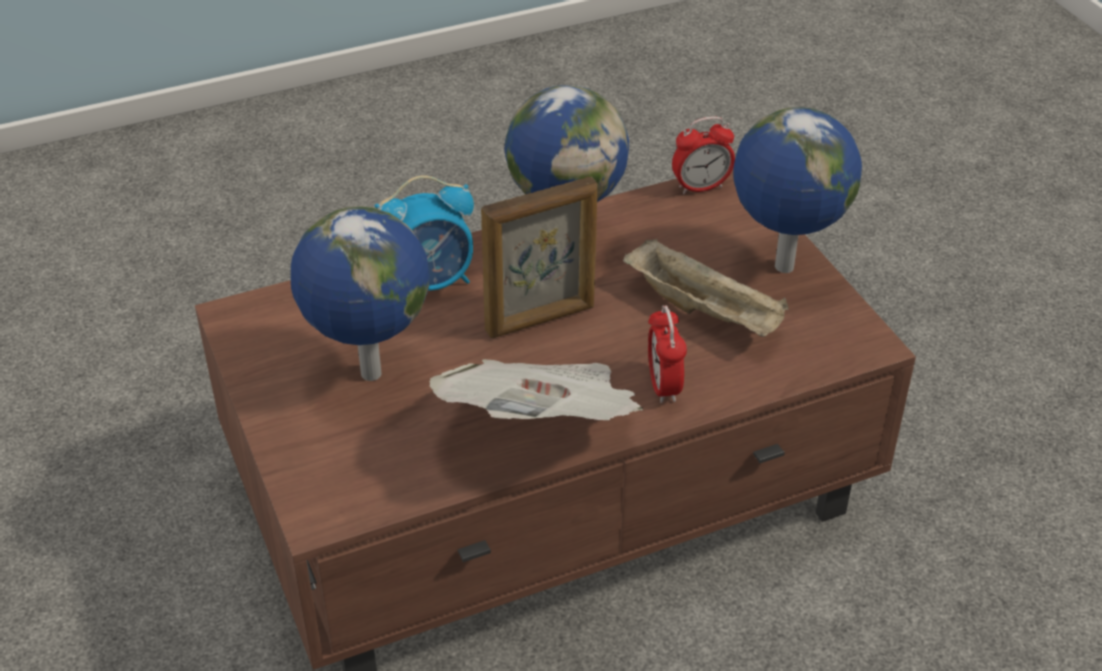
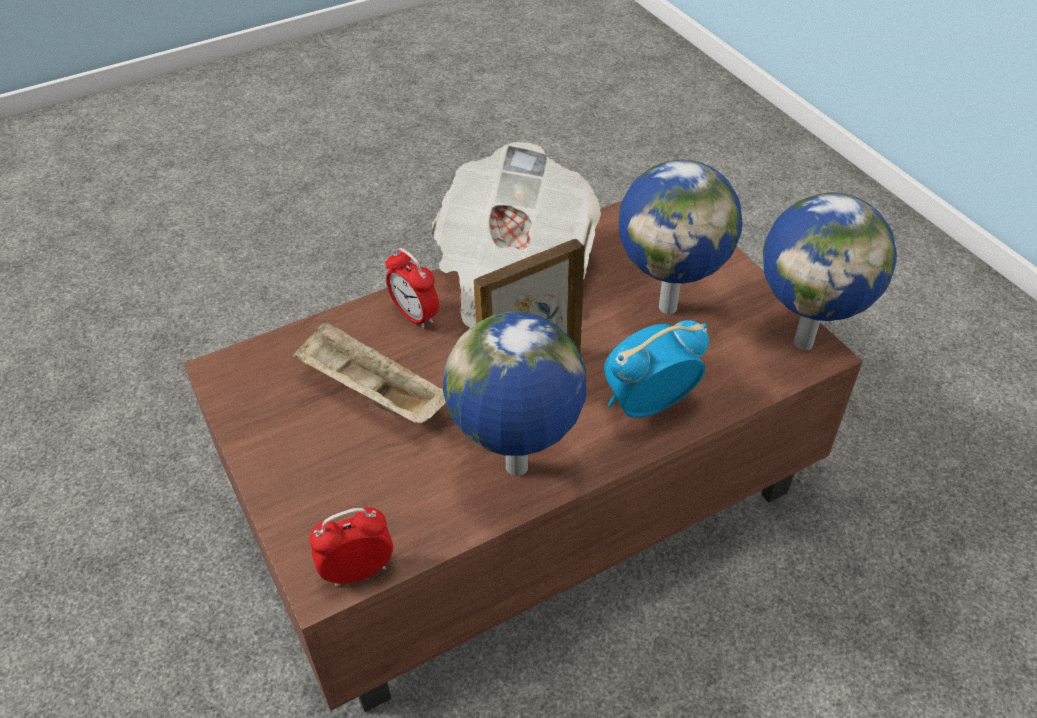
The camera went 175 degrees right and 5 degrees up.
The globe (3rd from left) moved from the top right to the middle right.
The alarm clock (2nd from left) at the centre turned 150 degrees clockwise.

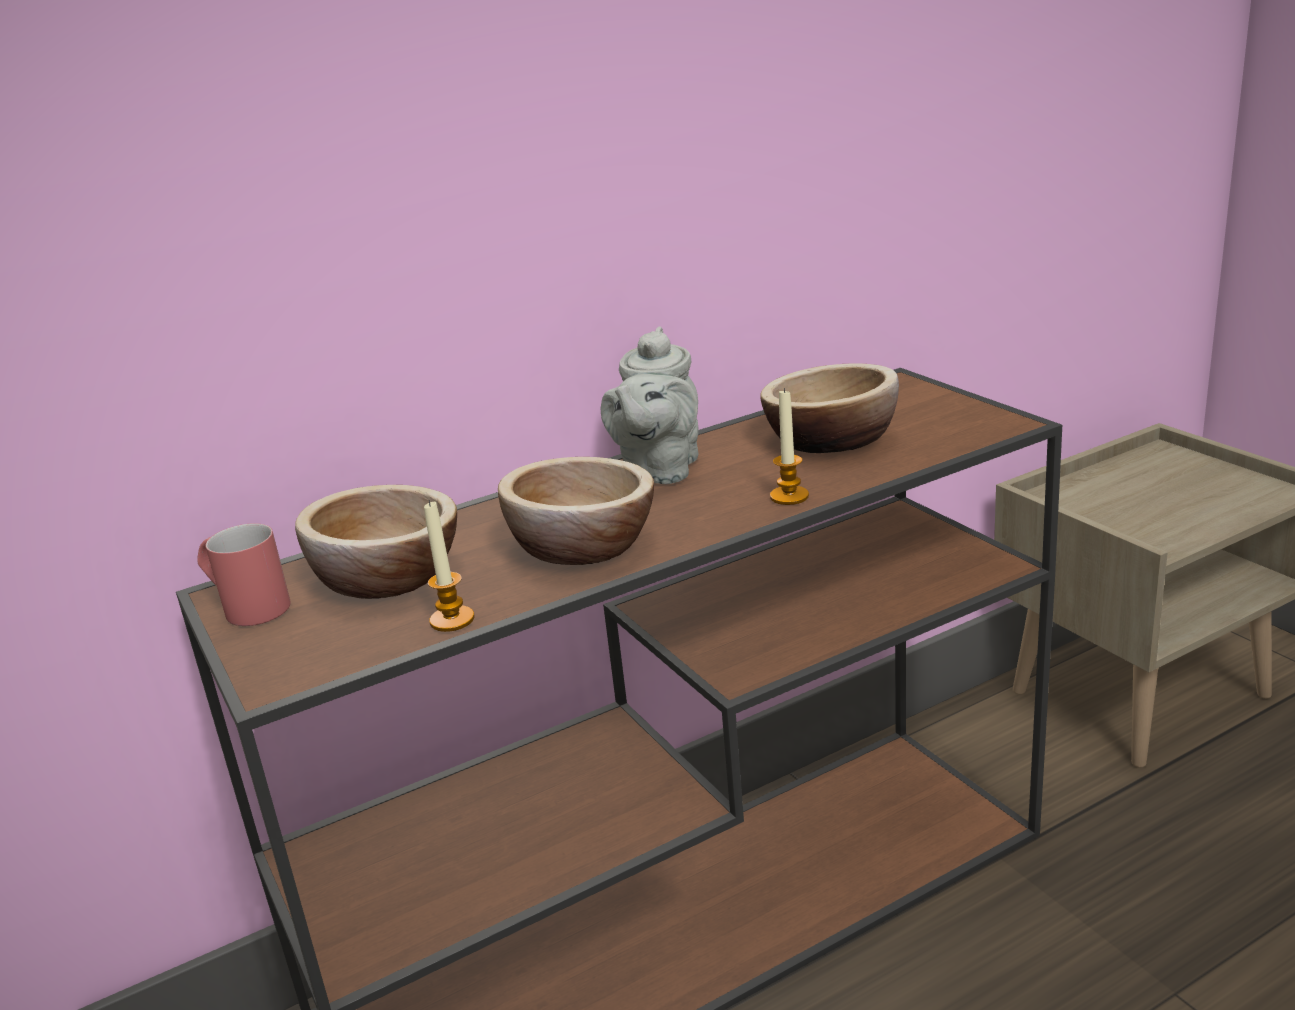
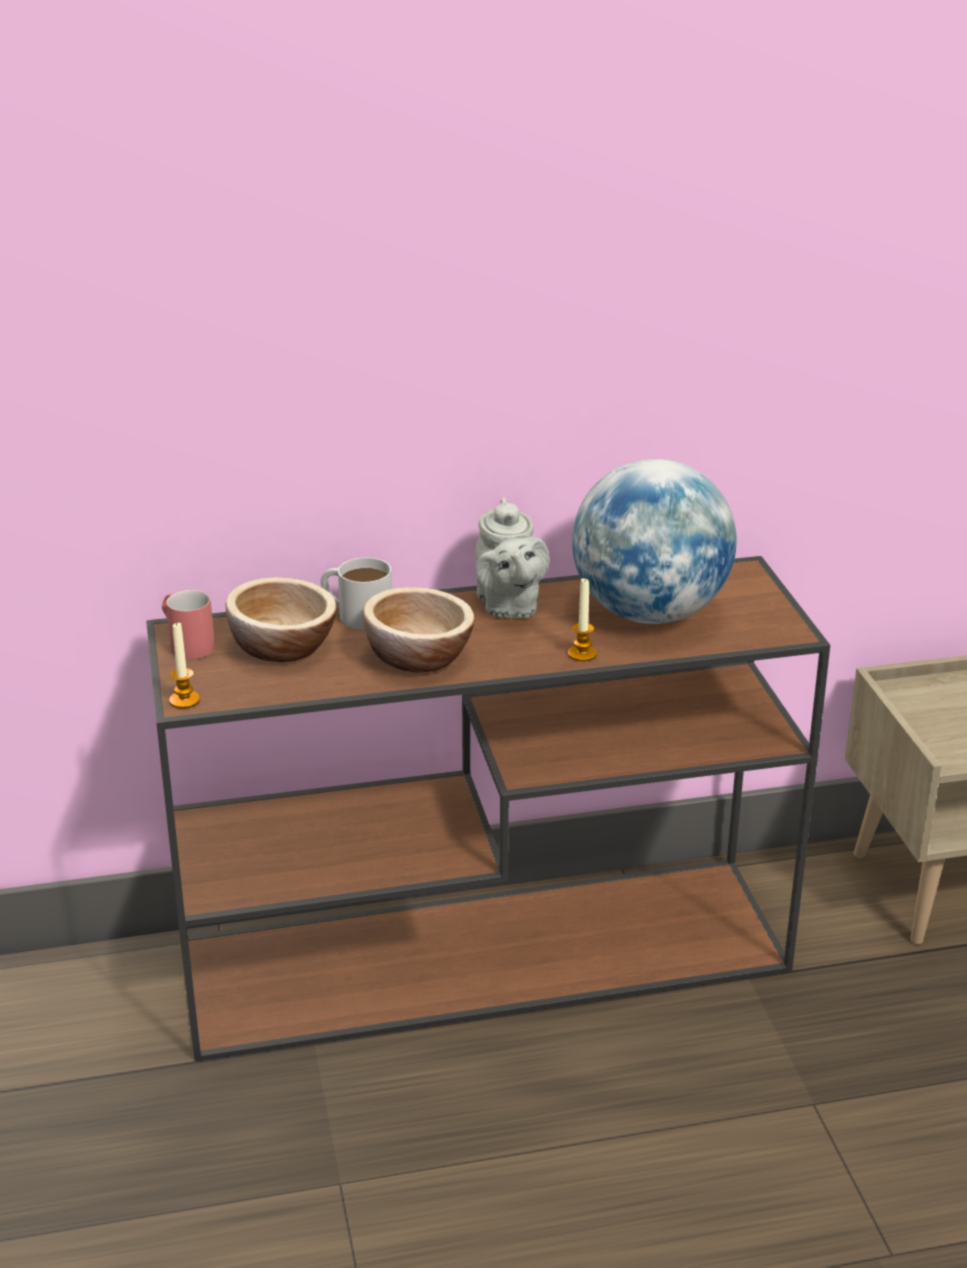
The camera went 15 degrees right and 5 degrees up.
The mug (white) at the centre appeared.
The candle (1st from left) moved from the centre to the middle left.
The bowl (3rd from left) at the centre was replaced by the globe at the middle right.
The teapot (grey) at the centre turned 45 degrees counterclockwise.

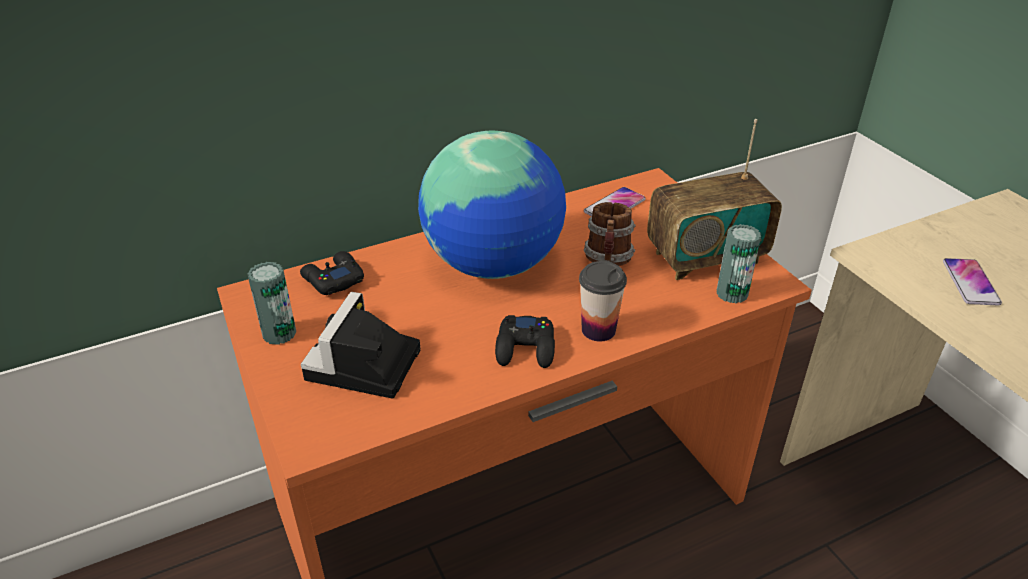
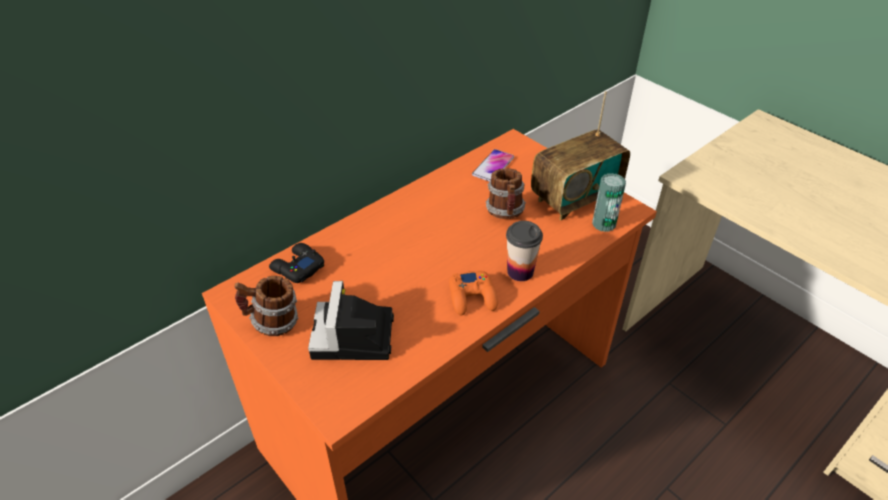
The camera went 15 degrees left and 5 degrees up.
The globe at the centre disappeared.
The phone (2nd from left) at the middle right disappeared.
The can (1st from left) at the middle left was replaced by the mug (1st from left) at the middle left.
The game controller (black) (2nd from left) at the centre became the game controller (orange) at the centre.

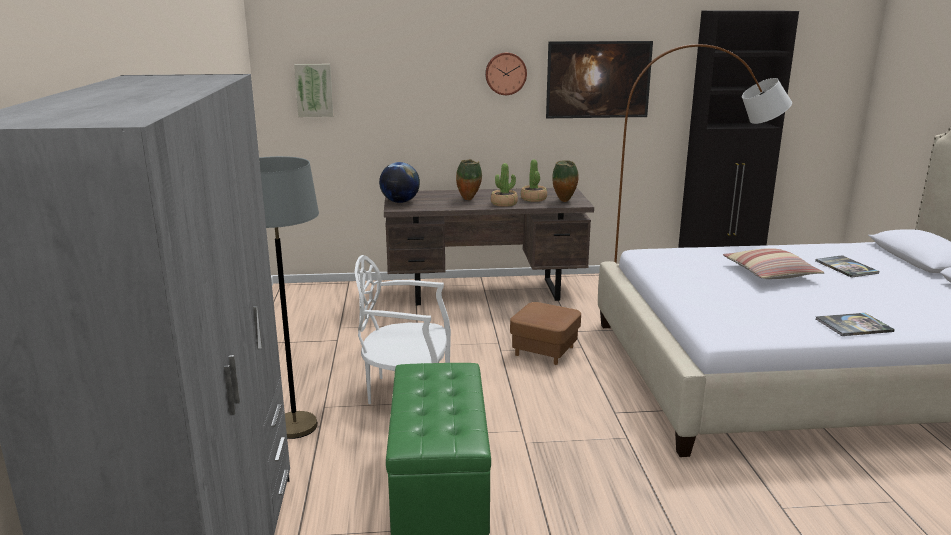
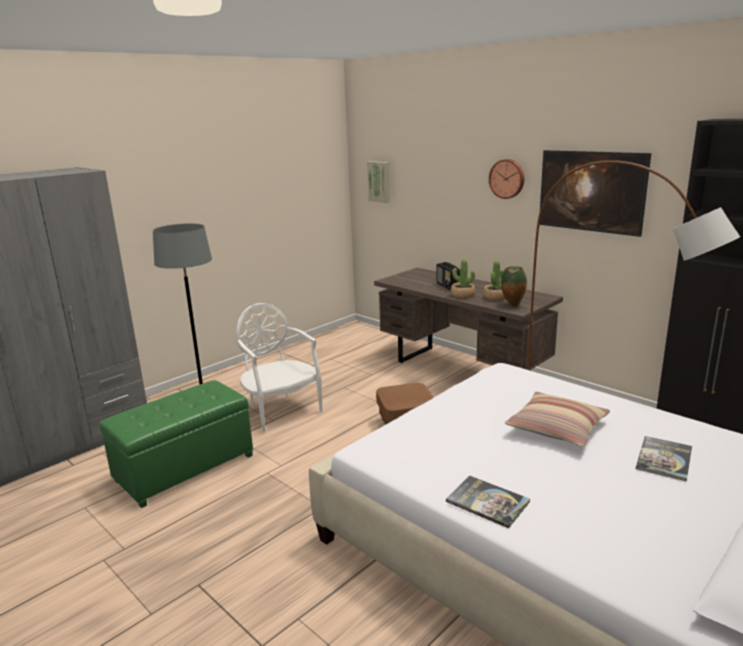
The camera went 50 degrees right and 0 degrees up.
The globe at the centre disappeared.
The vase (1st from left) at the centre was replaced by the radio at the centre.

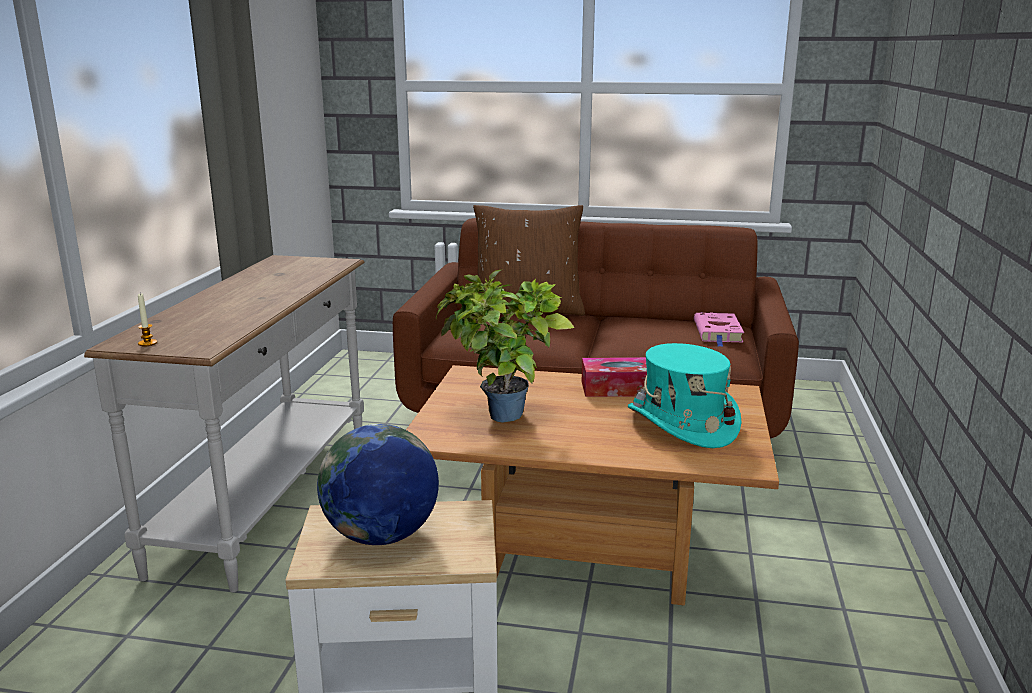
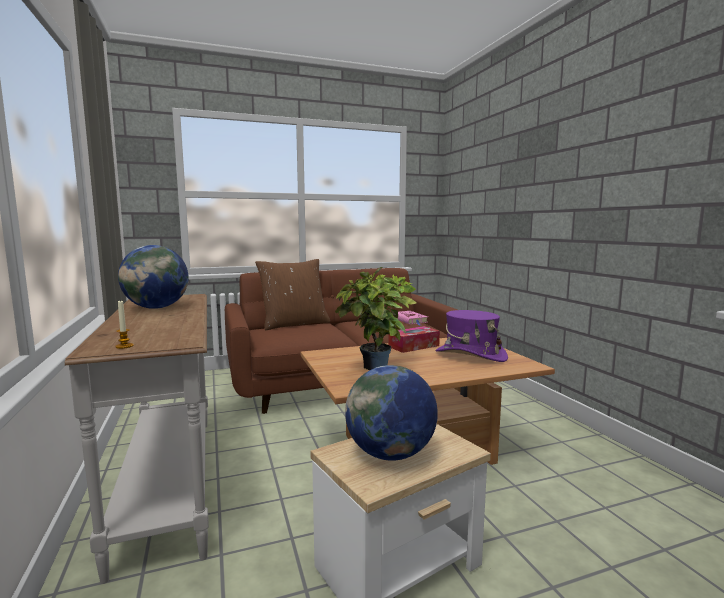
The camera went 30 degrees left and 10 degrees down.
The globe (1st from left) at the middle left appeared.
The hat (turquoise) at the centre became the hat (purple) at the centre.

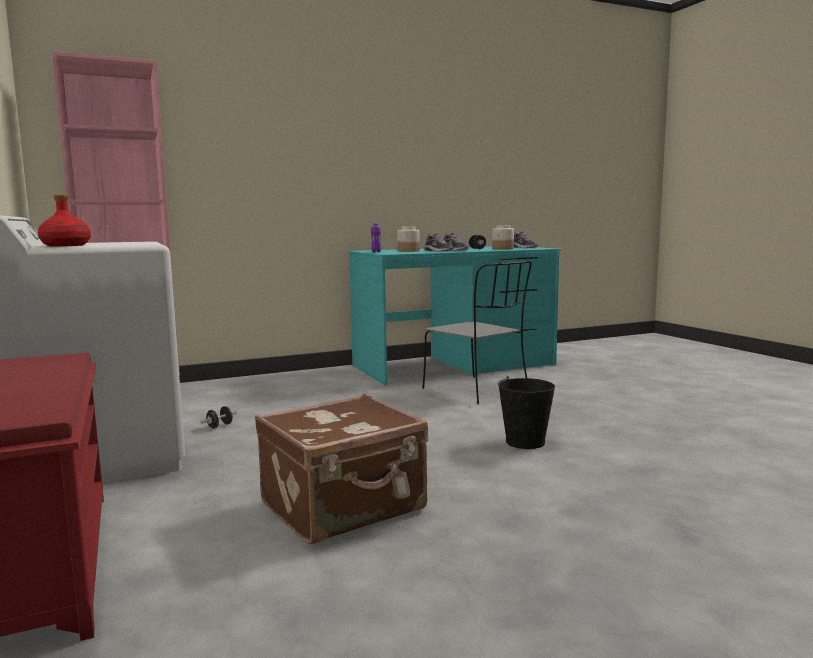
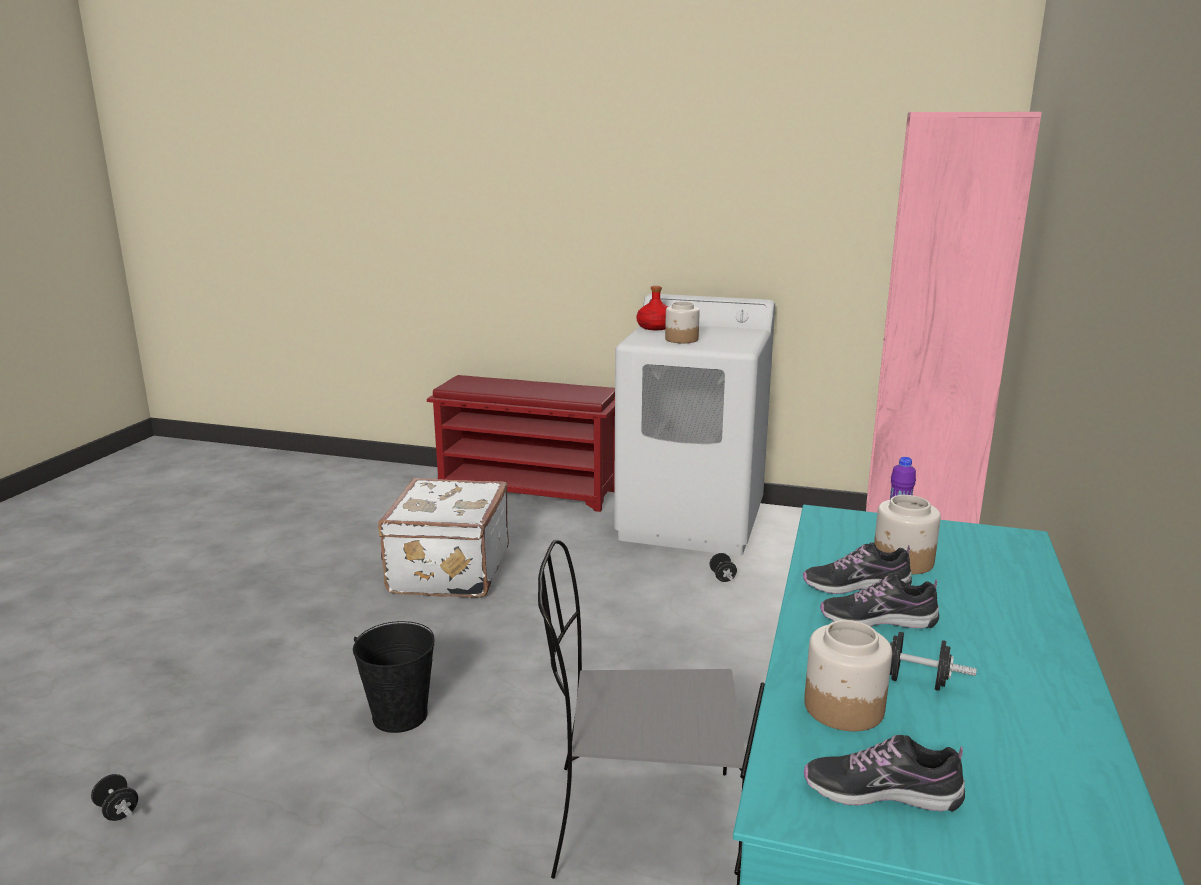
The camera went 130 degrees right and 10 degrees up.
The dumbbell (black) (1st from left) at the bottom left appeared.
The jar (1st from left) at the centre appeared.
The suitcase (brown) at the bottom centre became the suitcase (white) at the centre.

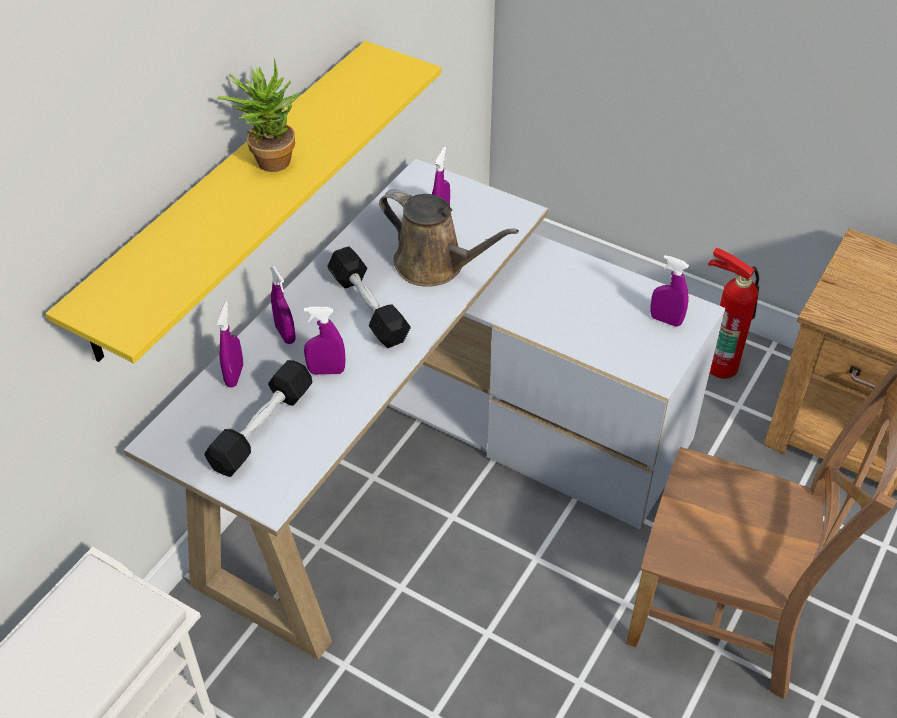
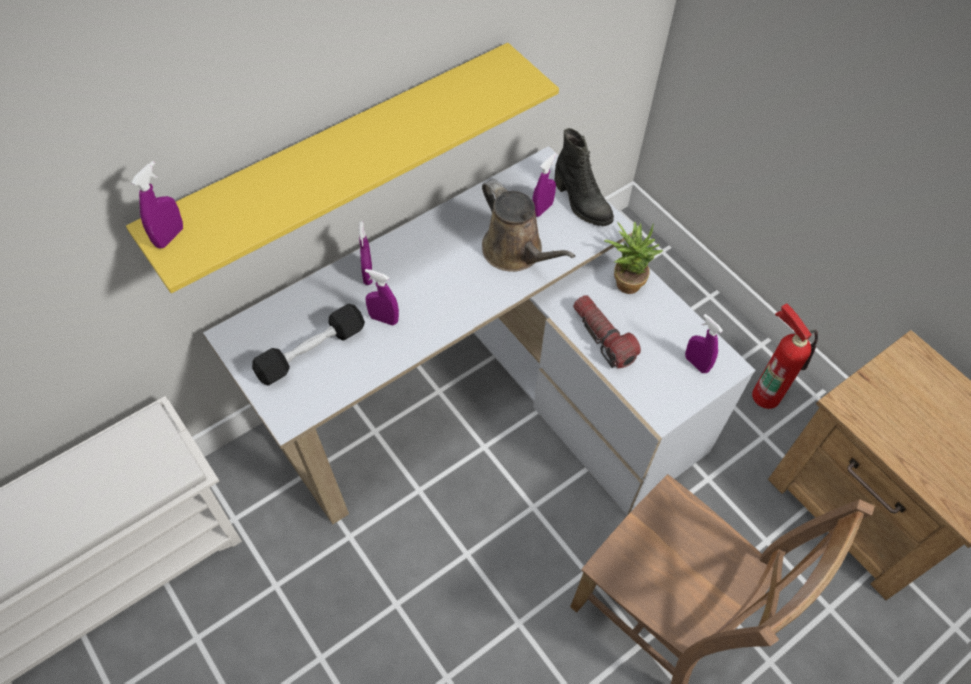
The camera went 20 degrees right and 10 degrees up.
The dumbbell (black) (2nd from left) at the centre disappeared.
The boot (black) at the top centre appeared.
The flashlight at the centre appeared.
The potted plant moved from the top left to the centre.
The spray bottle (purple) (1st from left) moved from the middle left to the top left.

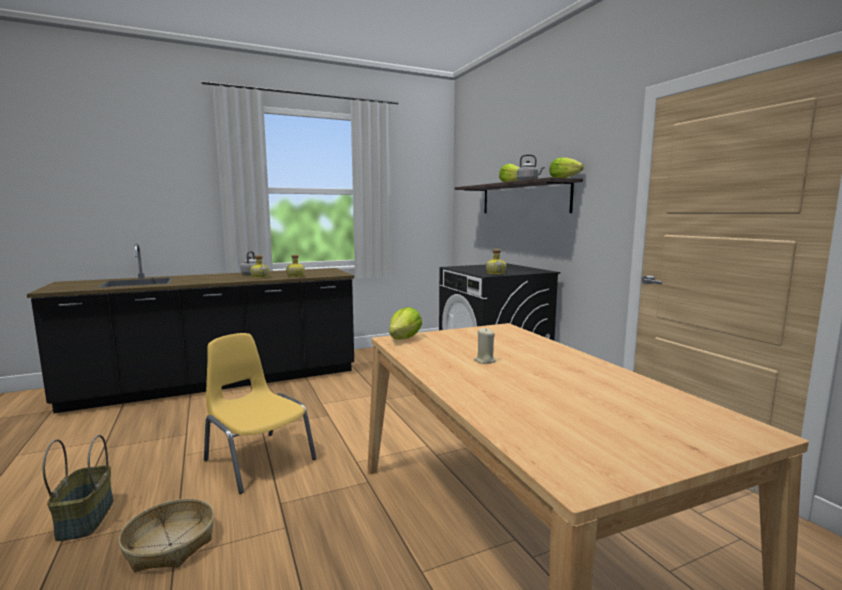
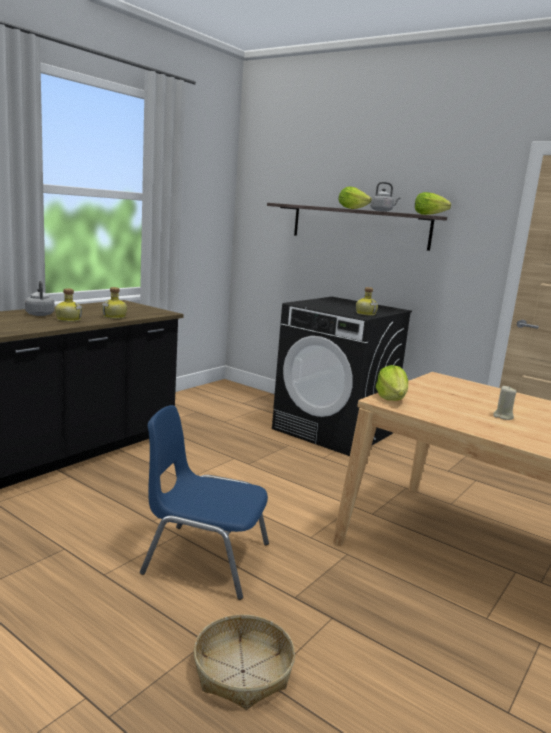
The camera went 30 degrees left and 5 degrees up.
The basket (1st from left) at the bottom left disappeared.
The chair (yellow) at the bottom left became the chair (blue) at the bottom centre.

